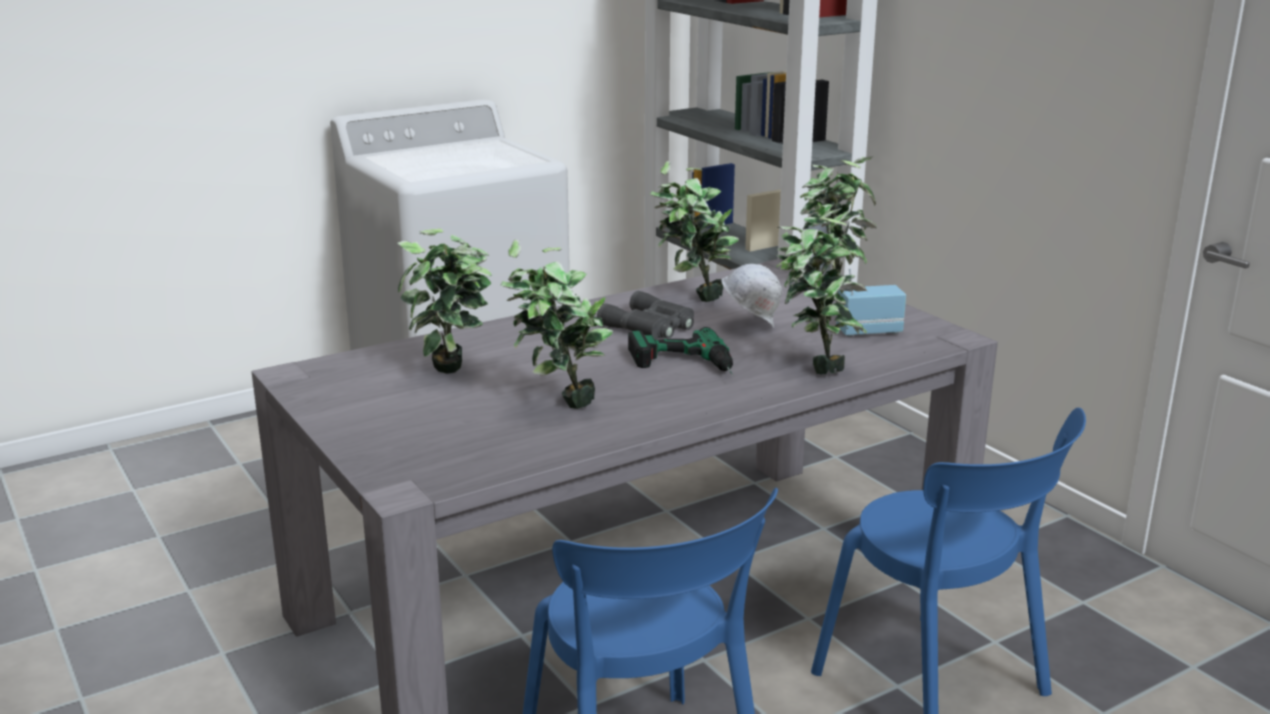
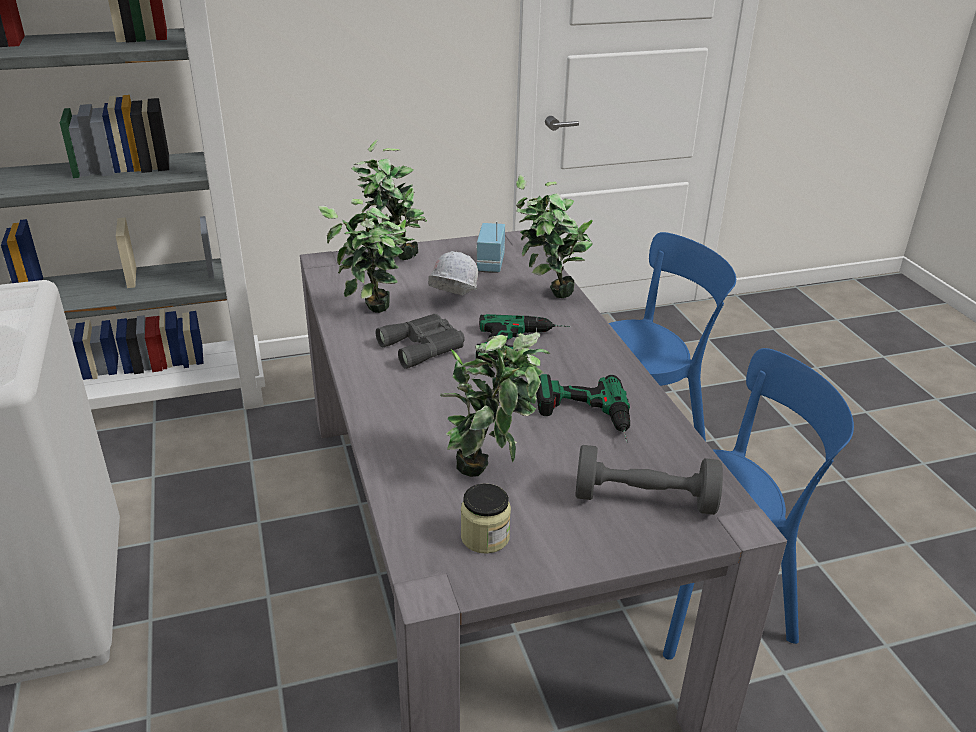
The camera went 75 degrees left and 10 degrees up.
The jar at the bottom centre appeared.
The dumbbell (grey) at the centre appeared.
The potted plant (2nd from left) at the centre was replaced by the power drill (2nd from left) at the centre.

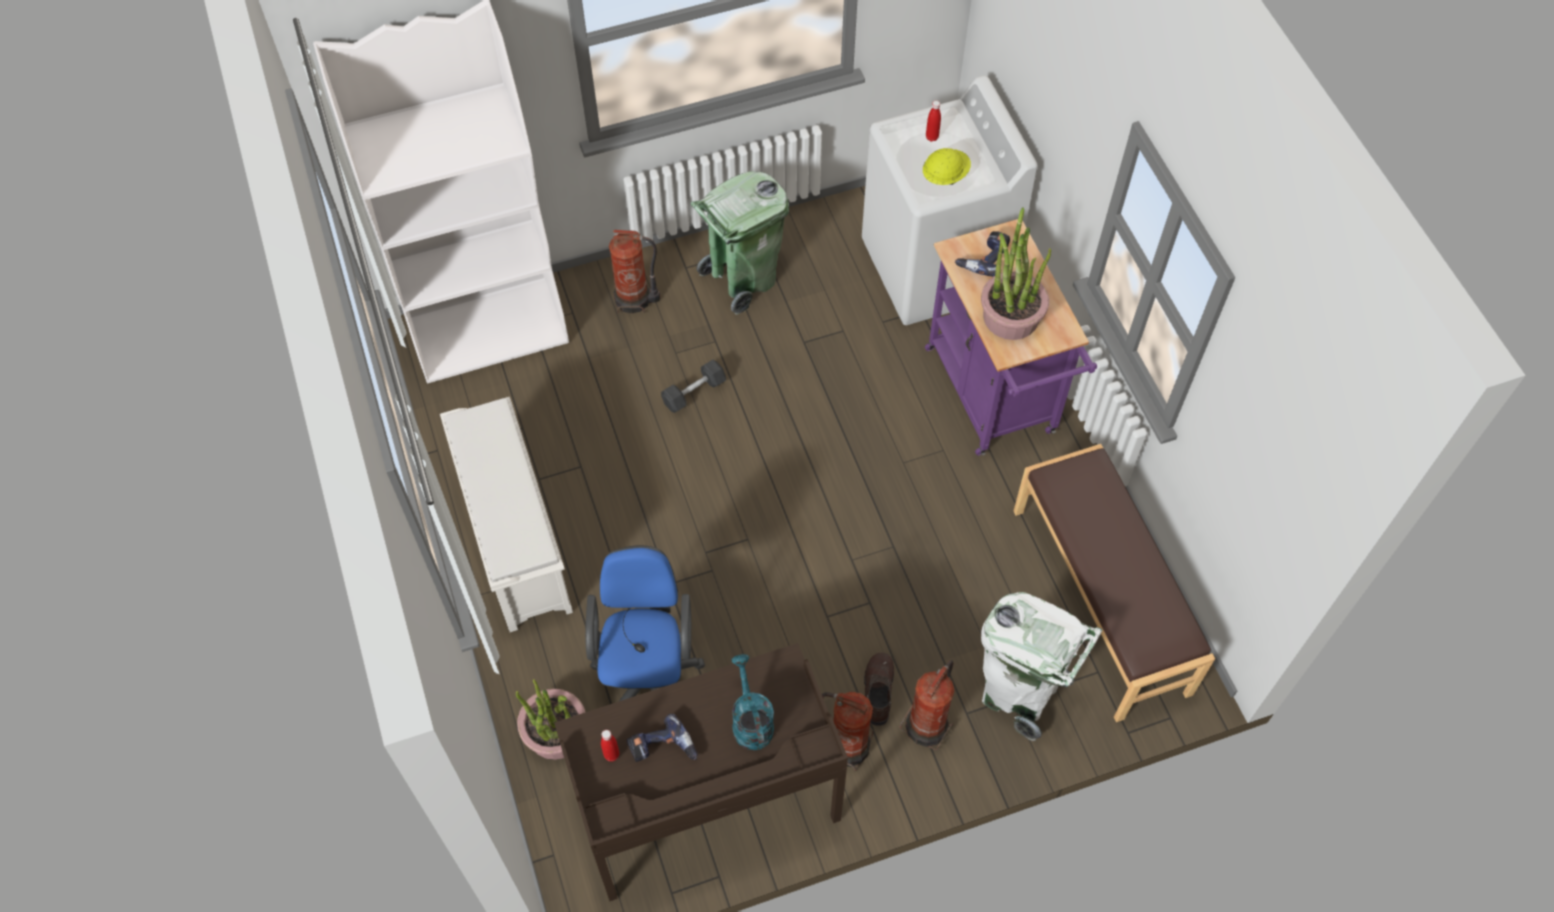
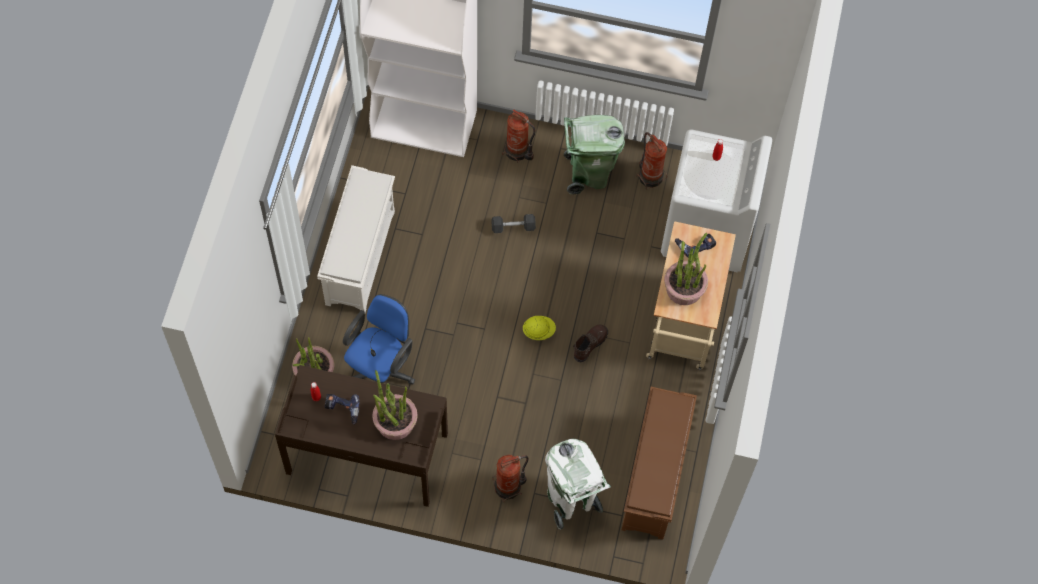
The camera went 30 degrees right and 5 degrees up.
The fire extinguisher (2nd from left in the first image) moved from the bottom centre to the top centre.
The boot (brown) moved from the bottom centre to the centre.
The hard hat (yellow) moved from the top centre to the centre.
The watering can (turquoise) at the bottom centre was replaced by the potted plant (2nd from left) at the bottom centre.
The bench (brown) at the middle right was replaced by the shoe rack (brown) at the bottom centre.
The cart (purple) at the centre became the cart (beige) at the centre.

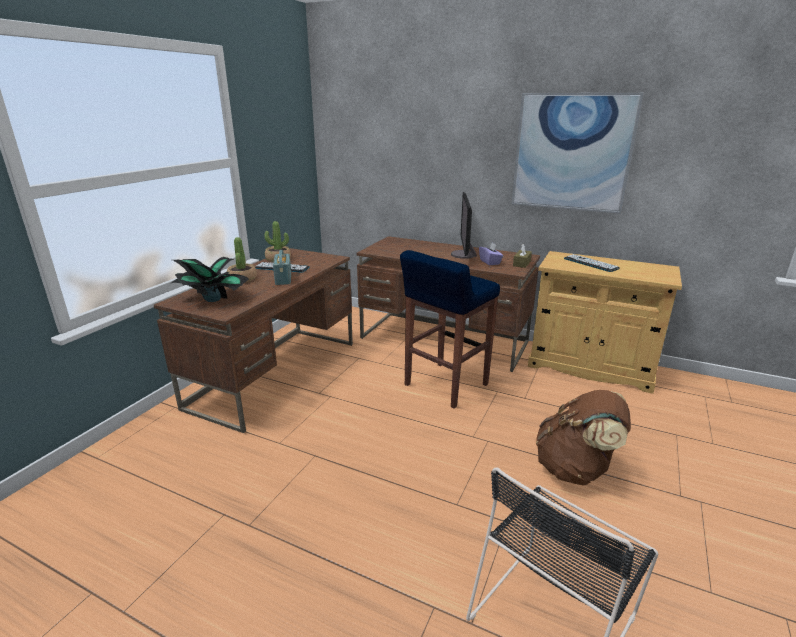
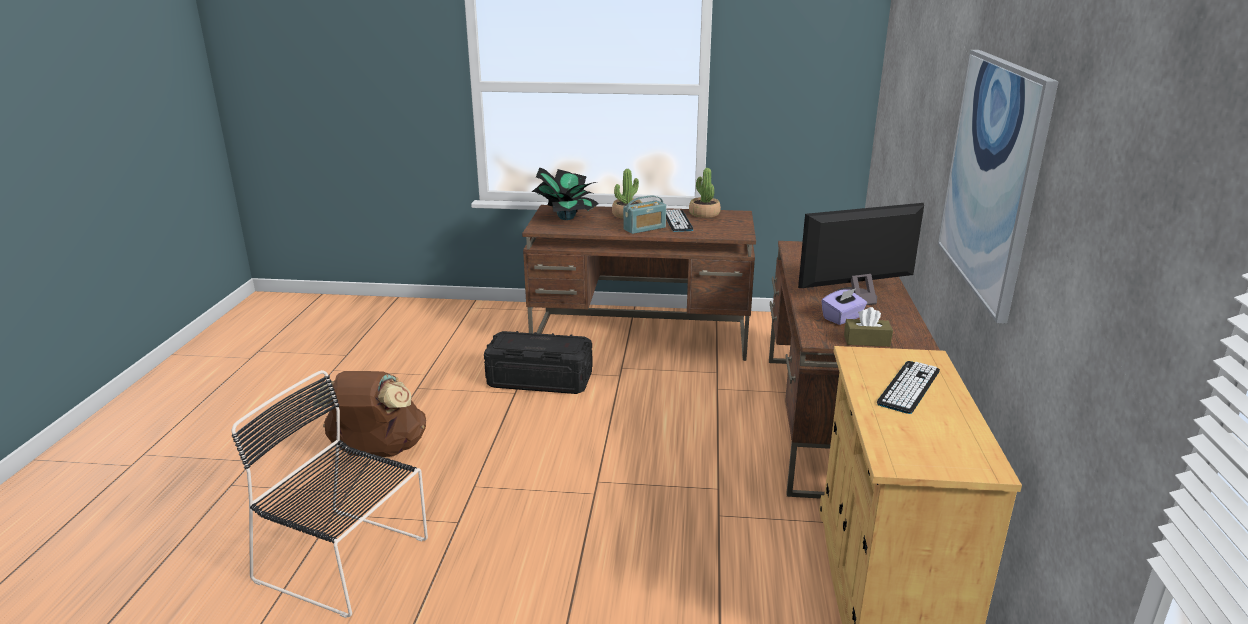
The camera went 70 degrees right and 0 degrees up.
The stool (blue) at the centre disappeared.
The storage box (black) at the centre appeared.
The backpack (brown) moved from the bottom right to the middle left.

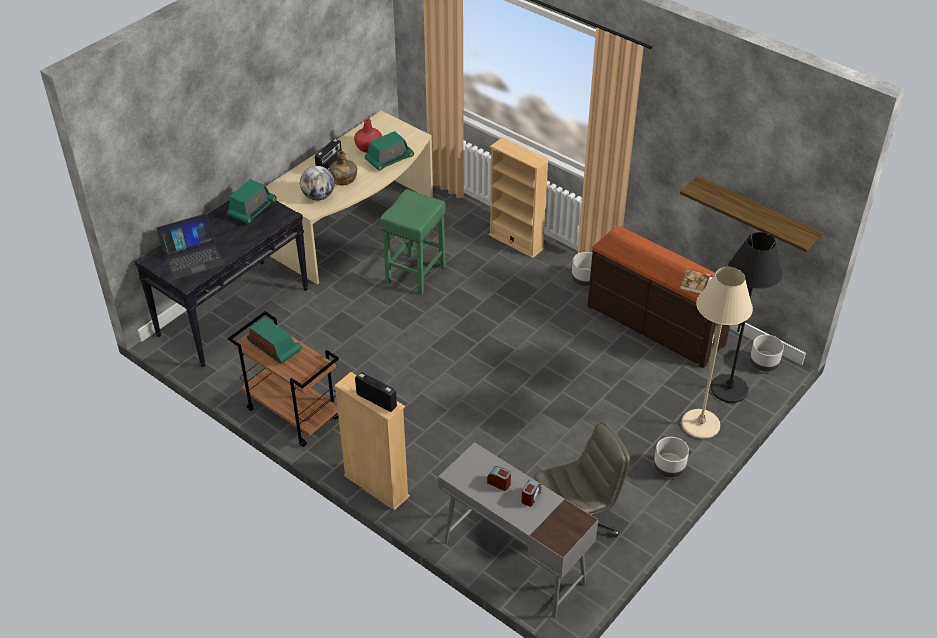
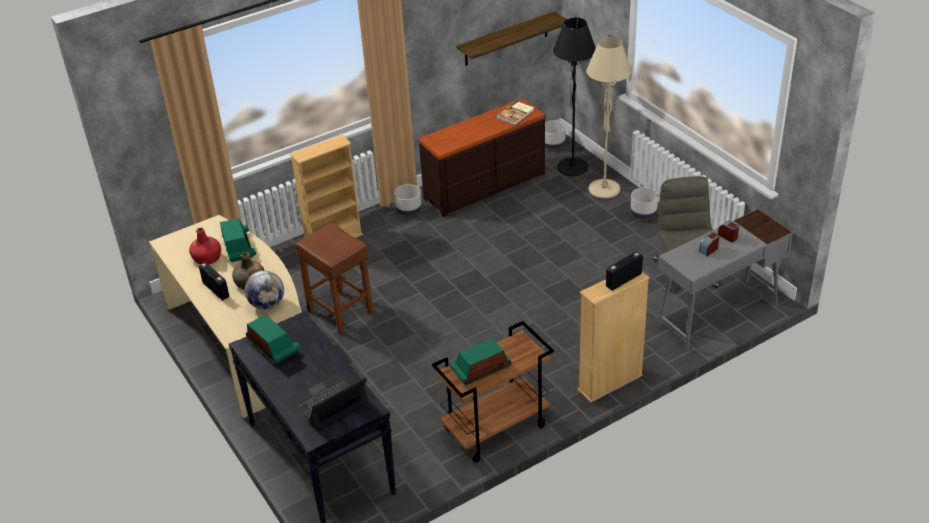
The camera went 70 degrees left and 5 degrees down.
The stool (green) at the centre became the stool (brown) at the centre.
The laptop at the middle left turned 120 degrees counterclockwise.

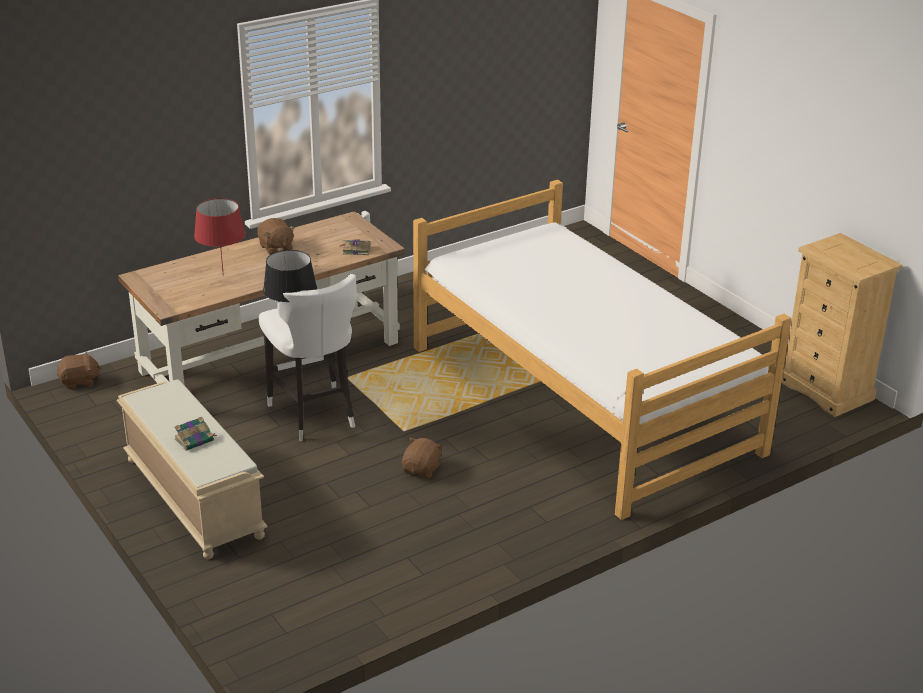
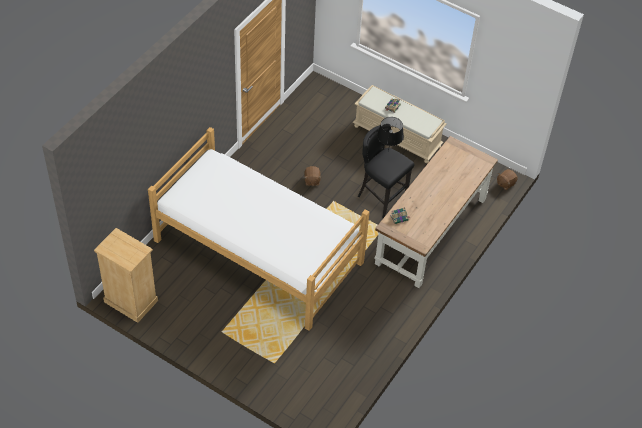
The camera went 155 degrees right and 20 degrees up.
The table lamp (red) at the middle left disappeared.
The plush toy (brown) (2nd from left) at the middle left disappeared.
The stool (white) at the centre became the stool (black) at the centre.

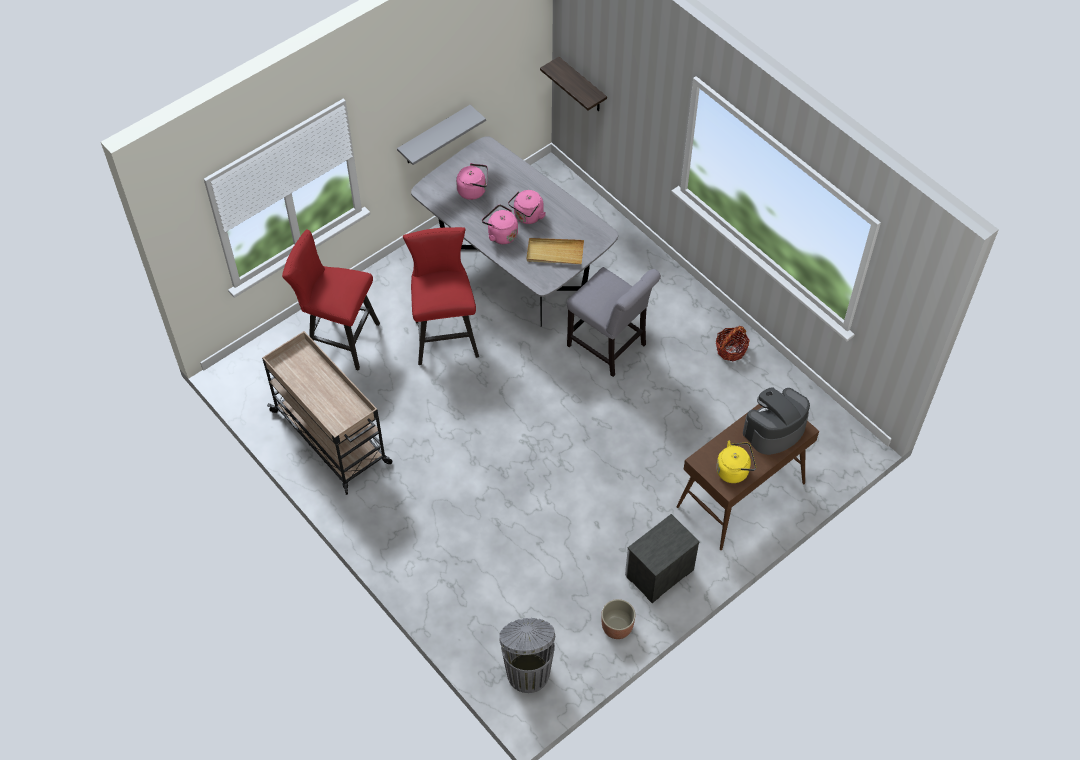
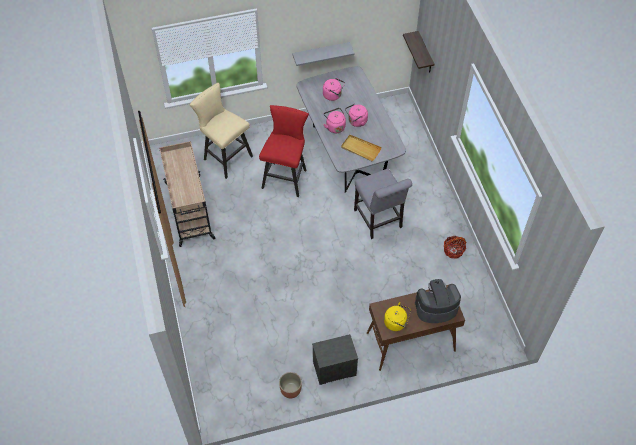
The camera went 25 degrees right and 0 degrees up.
The trash can (grey) at the bottom centre disappeared.
The stool (red) (1st from left) at the middle left became the stool (beige) at the top centre.

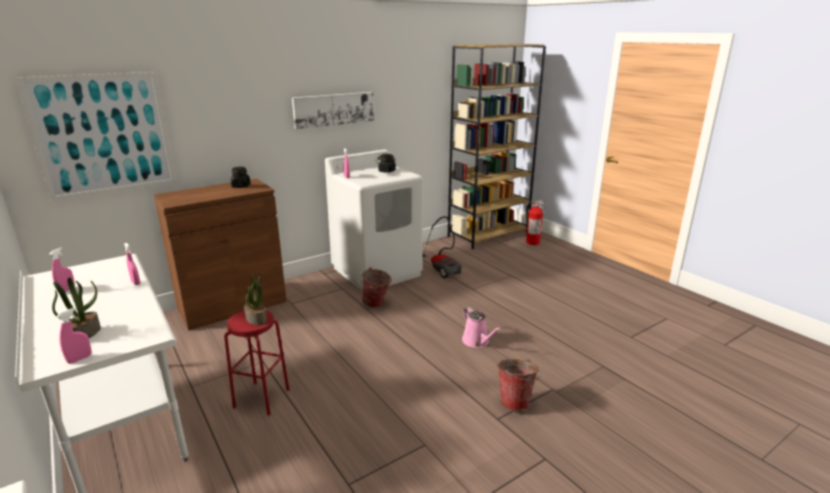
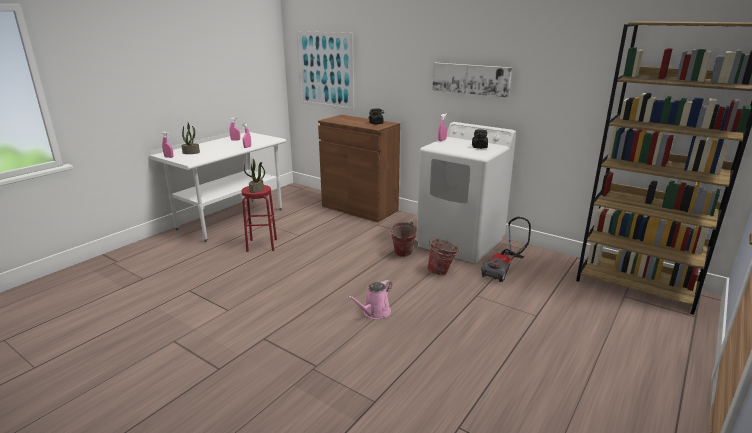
The camera went 70 degrees right and 0 degrees up.
The fire extinguisher at the centre disappeared.
The bucket (2nd from left) moved from the bottom centre to the centre.

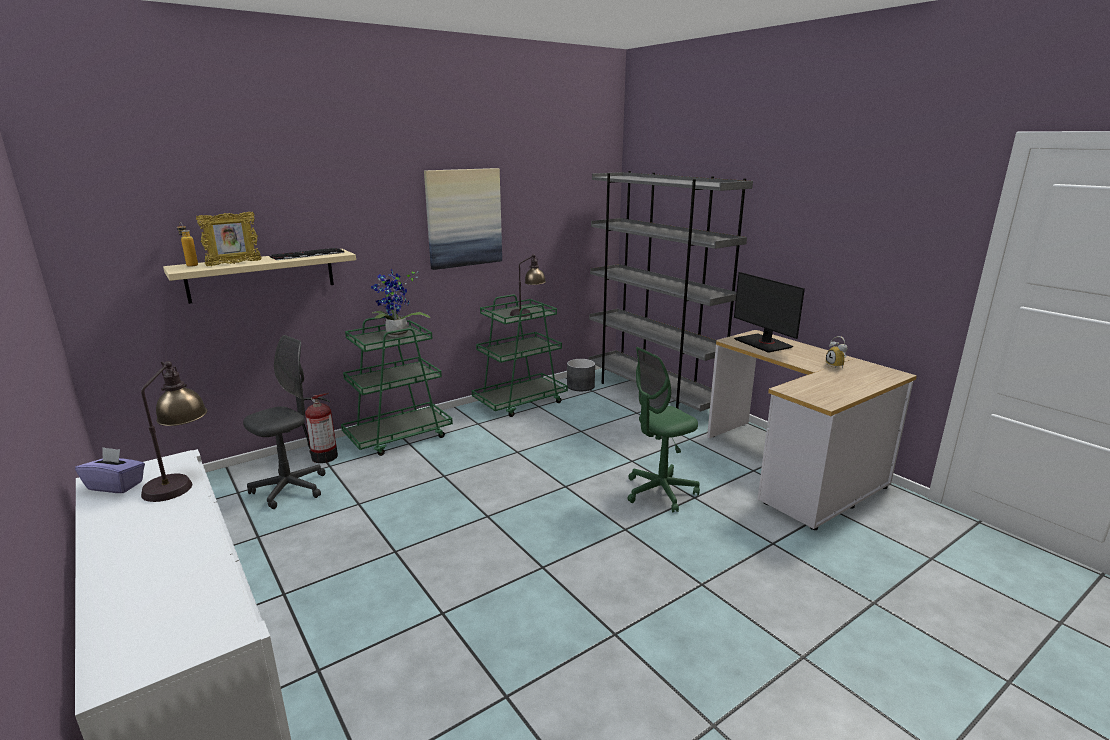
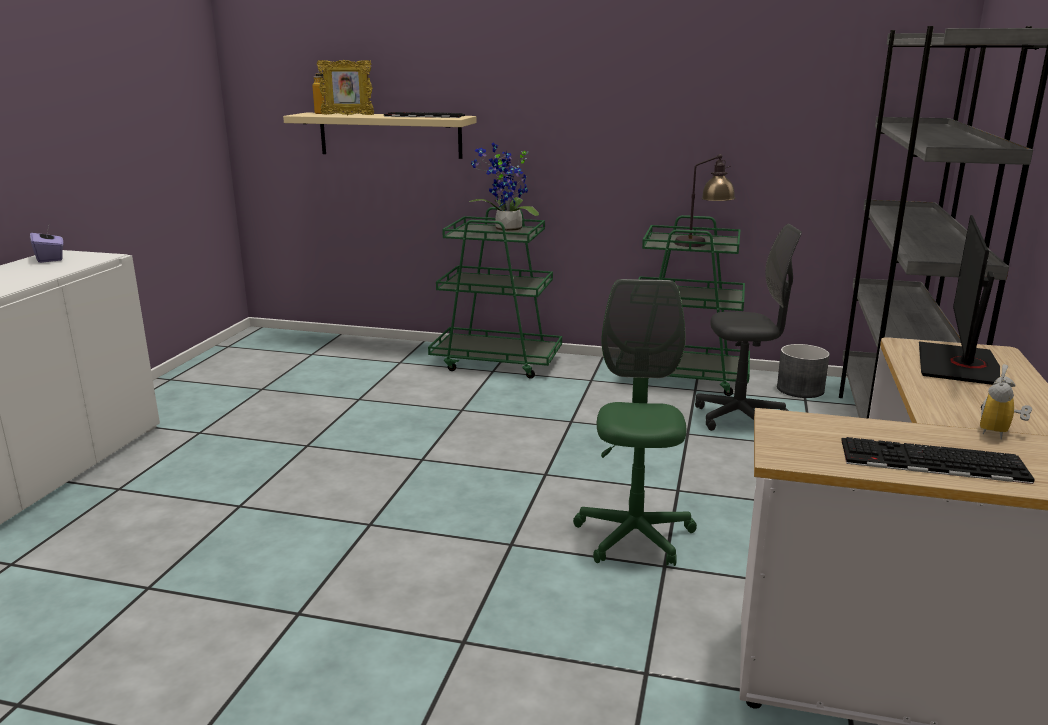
The camera went 50 degrees right and 0 degrees up.
The table lamp (1st from left) at the middle left disappeared.
The fire extinguisher at the middle left disappeared.
The picture at the top centre disappeared.
The keyboard (2nd from left) at the middle right appeared.
The office chair (grey) moved from the middle left to the middle right.
The office chair (green) at the centre turned 75 degrees clockwise.

